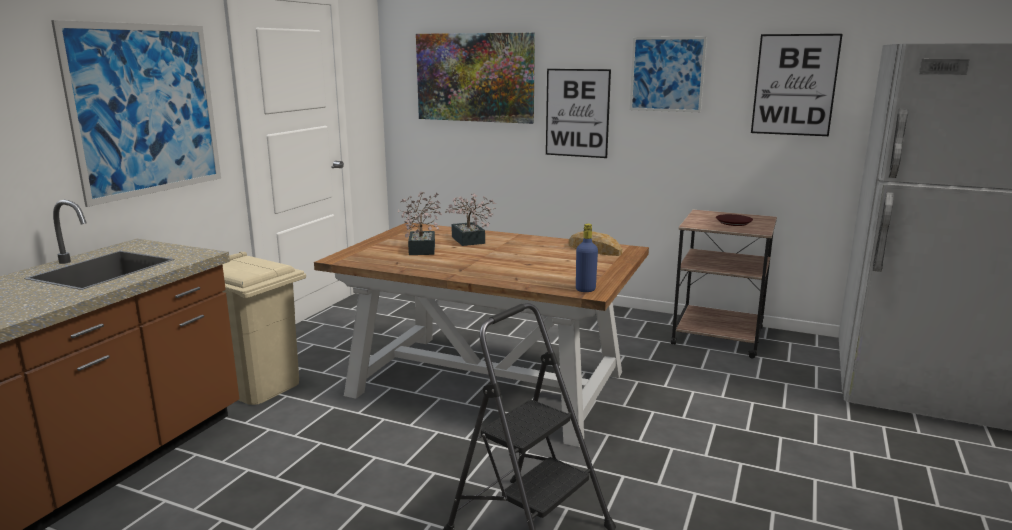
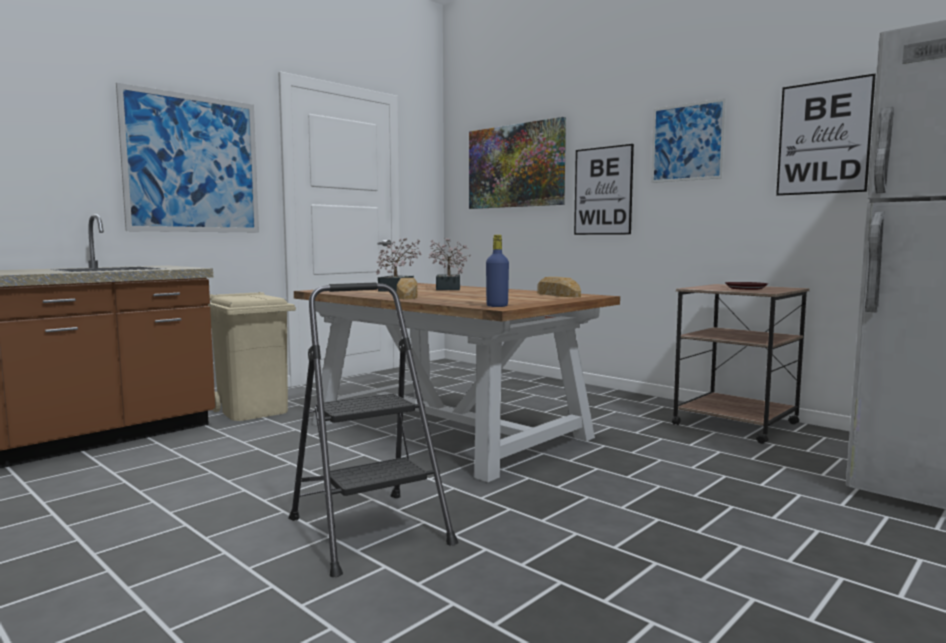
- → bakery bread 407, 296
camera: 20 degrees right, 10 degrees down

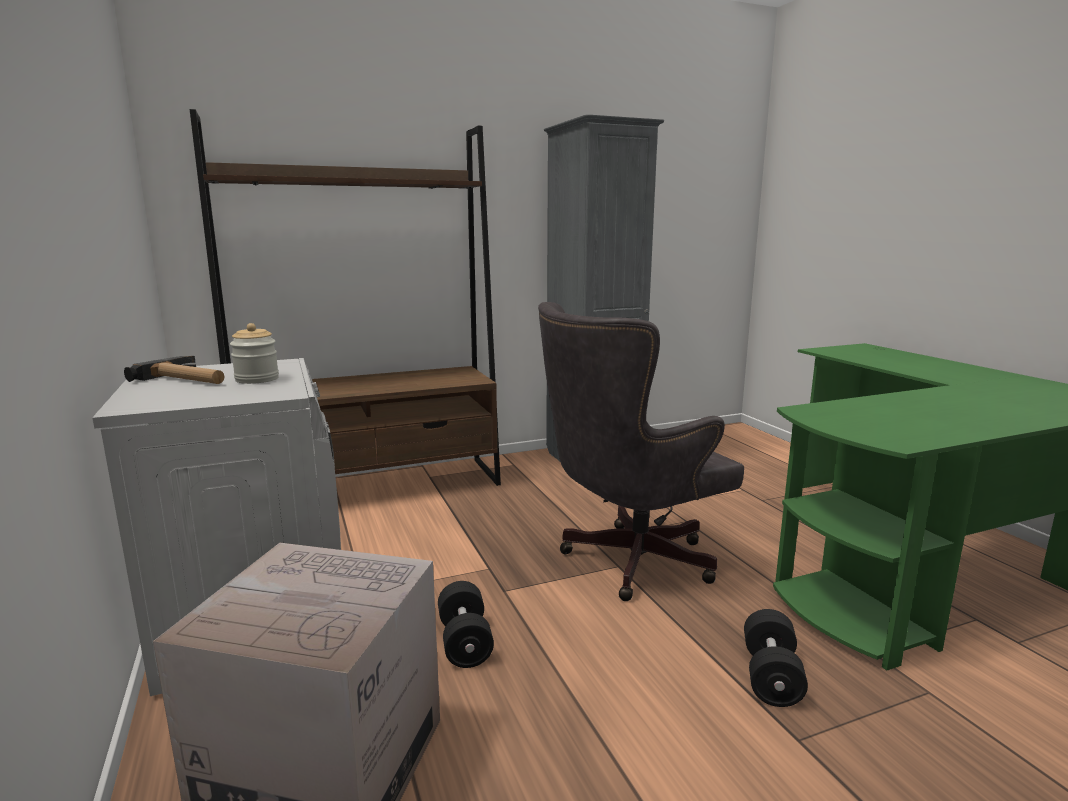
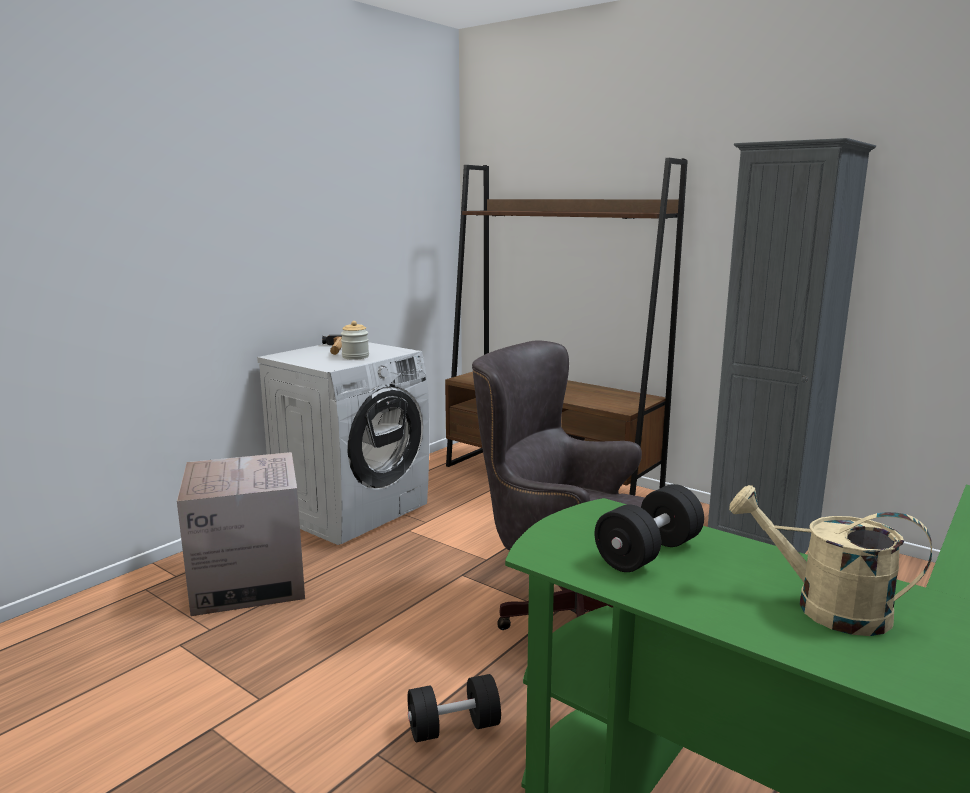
blackish dumbbell 465, 642 → blackish dumbbell 648, 553, shifted
- → beige watering pot 824, 607
camera: 60 degrees right, 0 degrees up

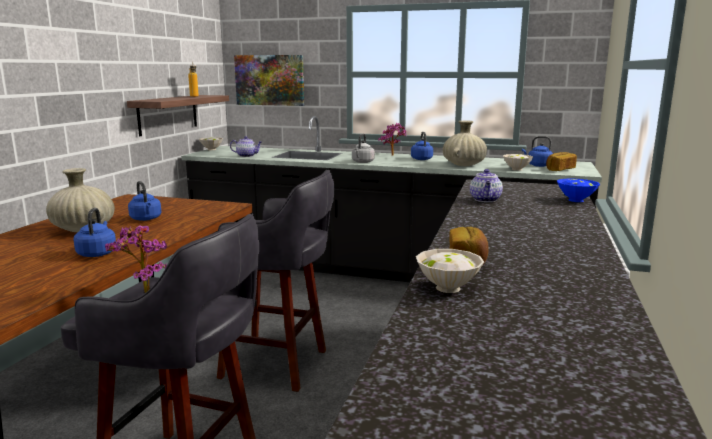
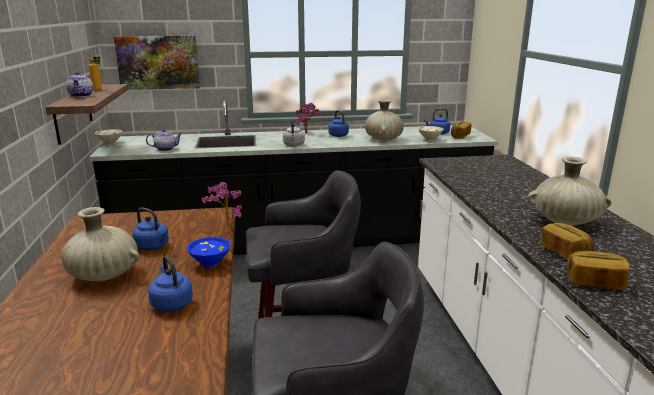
pot for tea 485, 200 → pot for tea 81, 96, shifted
blue serving bowl 575, 200 → blue serving bowl 210, 264, shifted
houseplant 142, 292 → houseplant 226, 227, shifted
white serving bowl 449, 288 → bakery bread 595, 282
- → beige vase 564, 222
camera: 25 degrees left, 5 degrees up

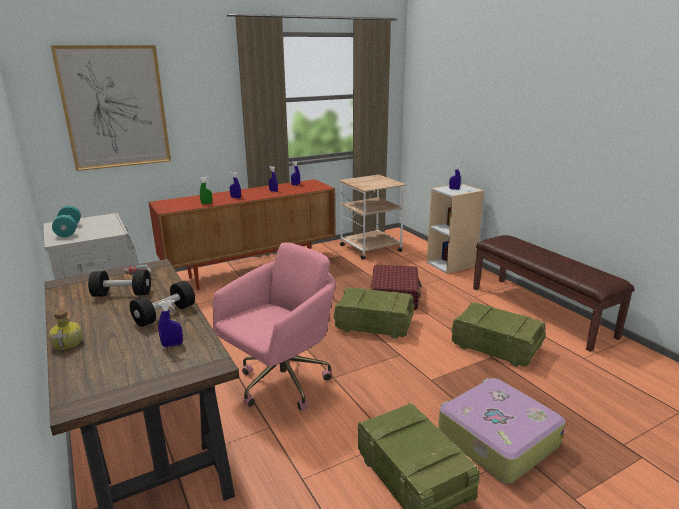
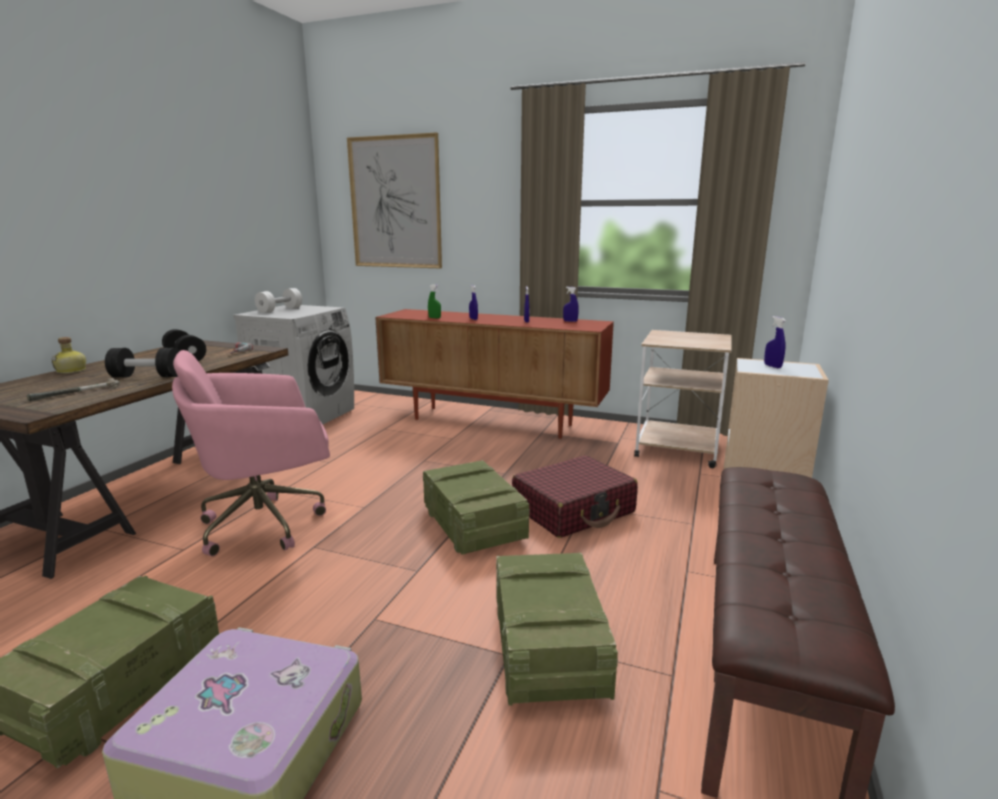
turquoise dumbbell 69, 230 → white dumbbell 280, 310
pinkish desk chair 280, 386 → pinkish desk chair 268, 524, 150 degrees clockwise
blue hand sprayer 172, 345 → tool hammer 78, 393
camera: 50 degrees right, 5 degrees down

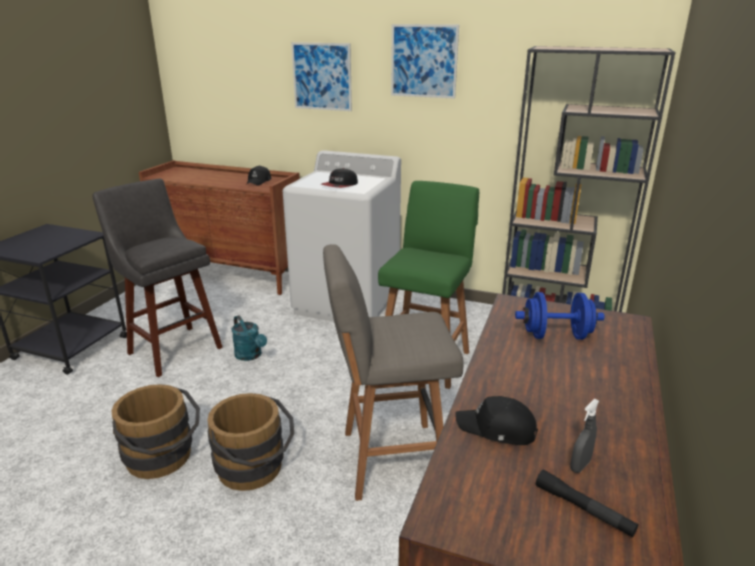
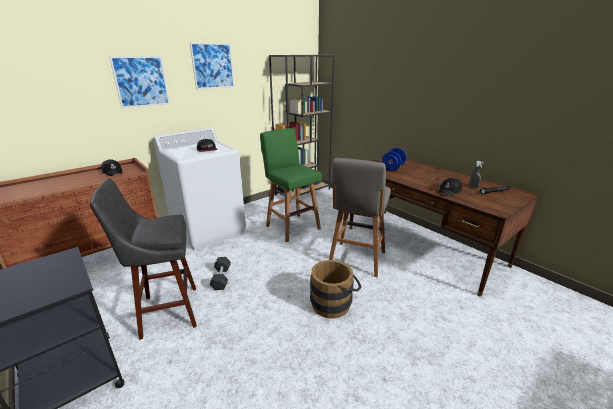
turquoise watering pot 250, 356 → blackish dumbbell 221, 278
brown bucket 163, 459 → -
camera: 60 degrees left, 0 degrees up

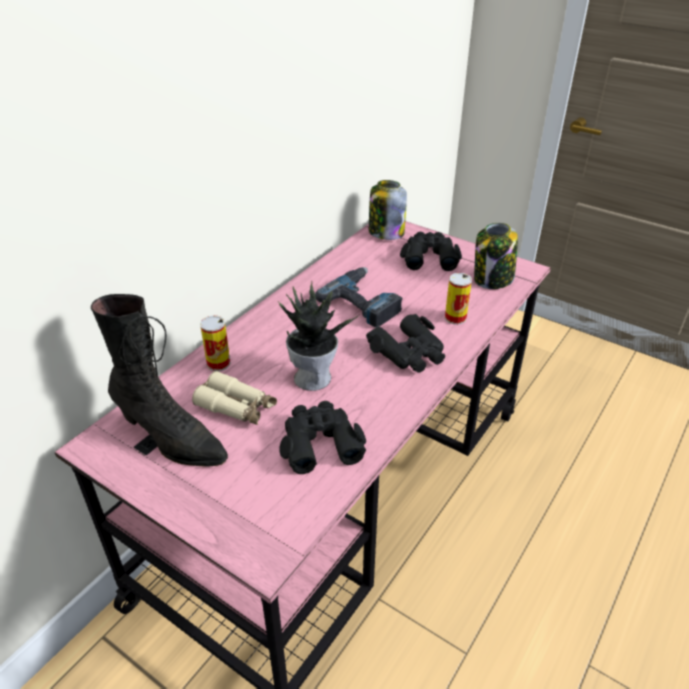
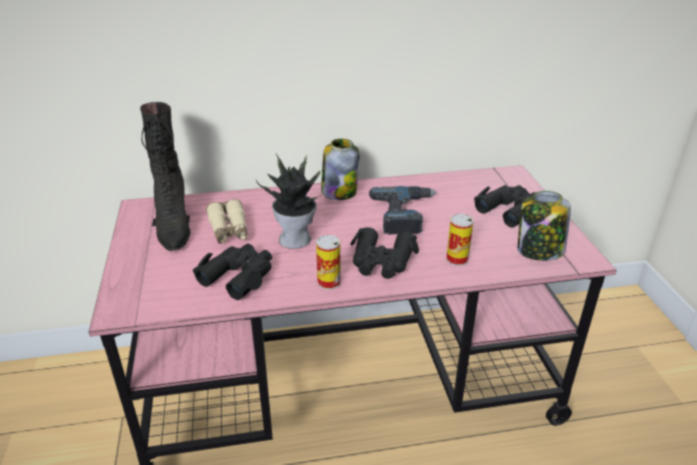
storage jar 385, 232 → storage jar 339, 191, shifted
can 218, 363 → can 329, 282, shifted
camera: 45 degrees right, 5 degrees down

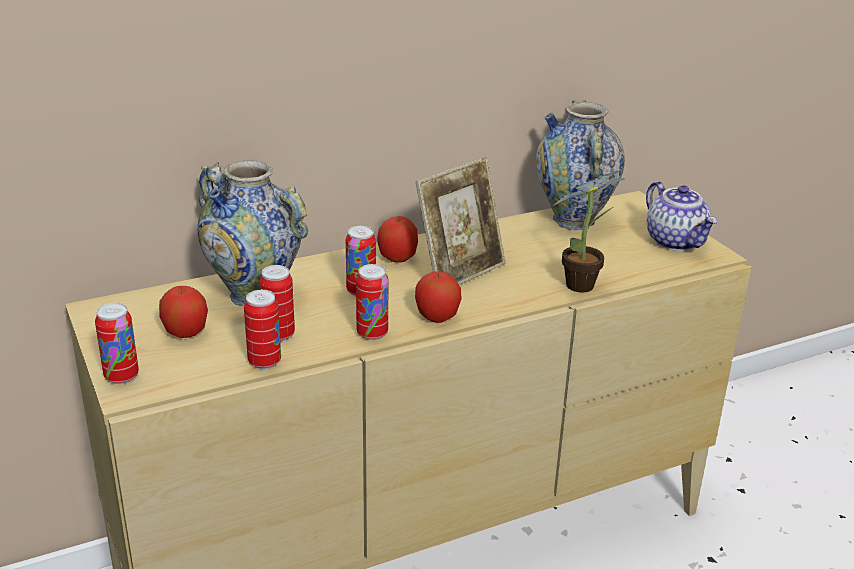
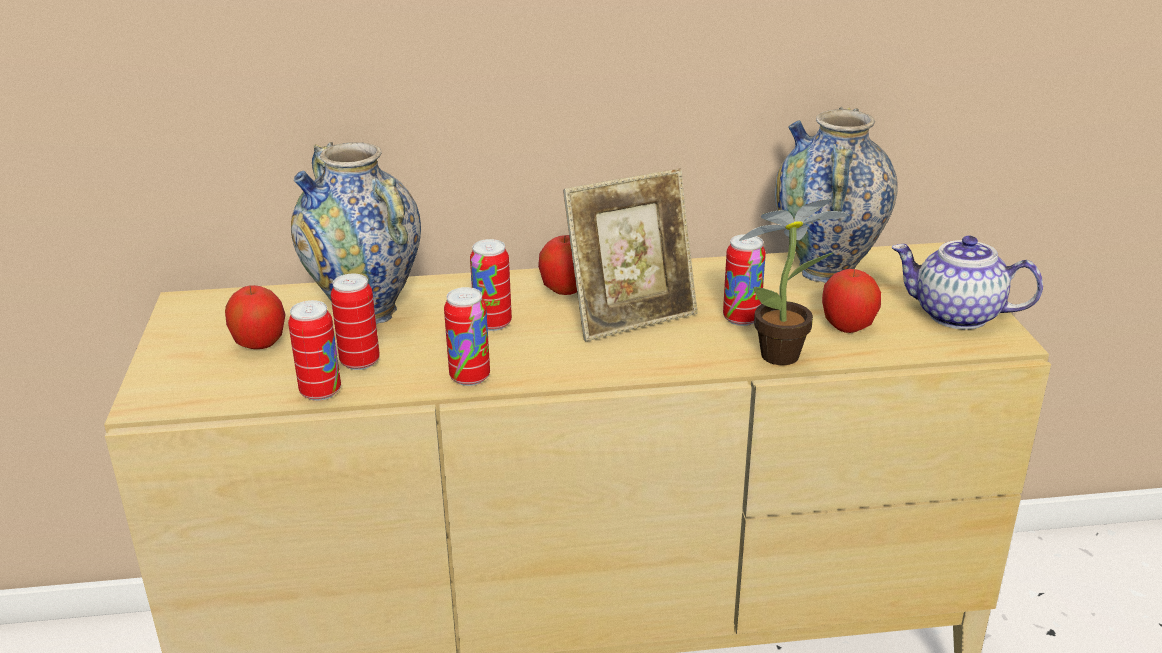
pot for tea 676, 241 → pot for tea 956, 315, 120 degrees clockwise
apple 437, 317 → apple 847, 326, shifted
can 121, 376 → can 741, 319, shifted
camera: 20 degrees right, 0 degrees up

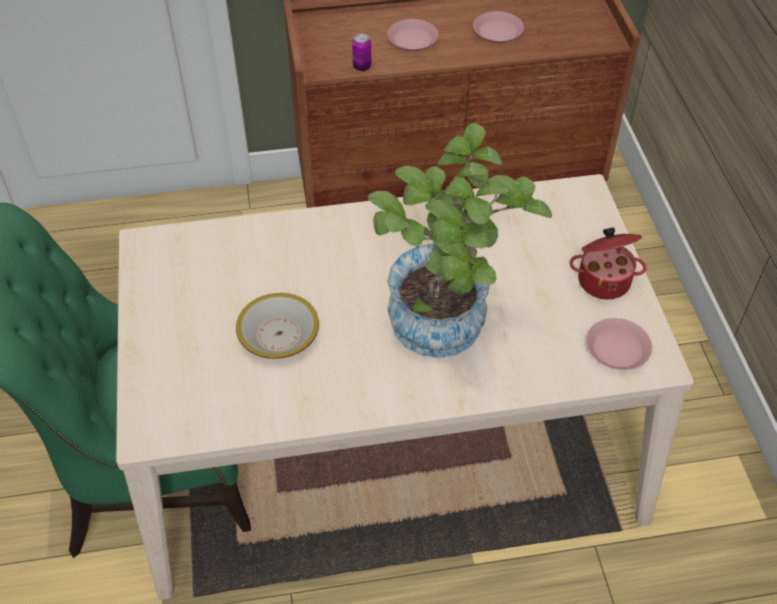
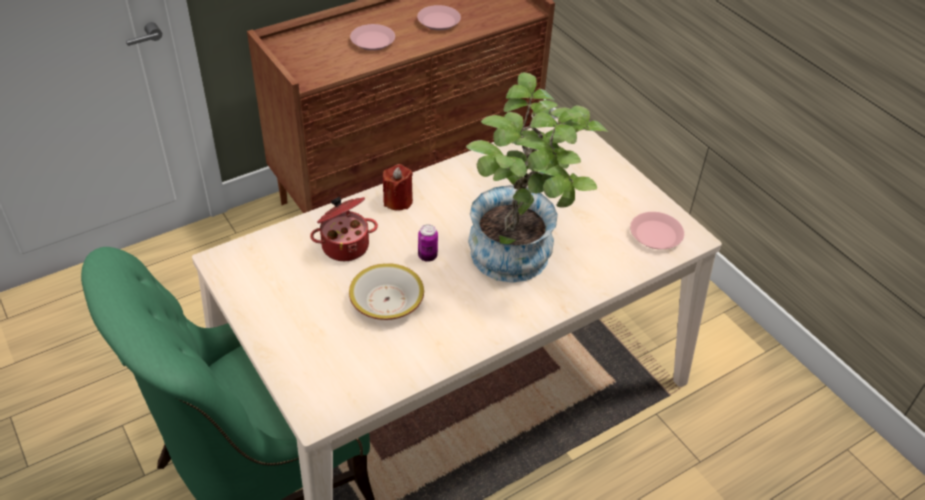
can 362, 67 → can 427, 256, shifted
saucepot 603, 280 → saucepot 345, 245, shifted
- → red wax light 398, 201
camera: 25 degrees left, 5 degrees down

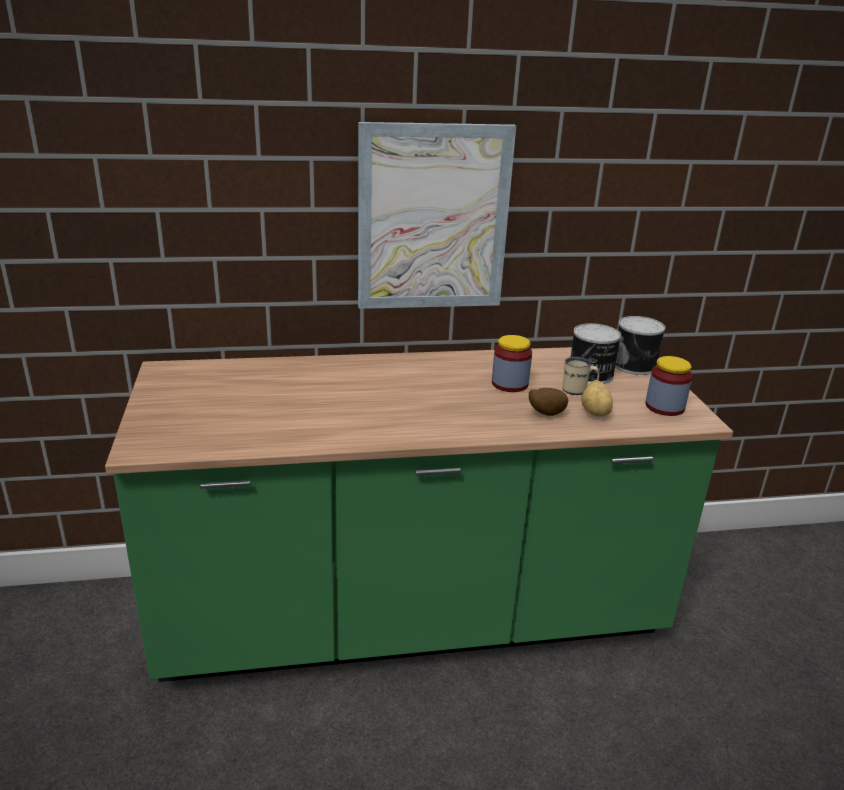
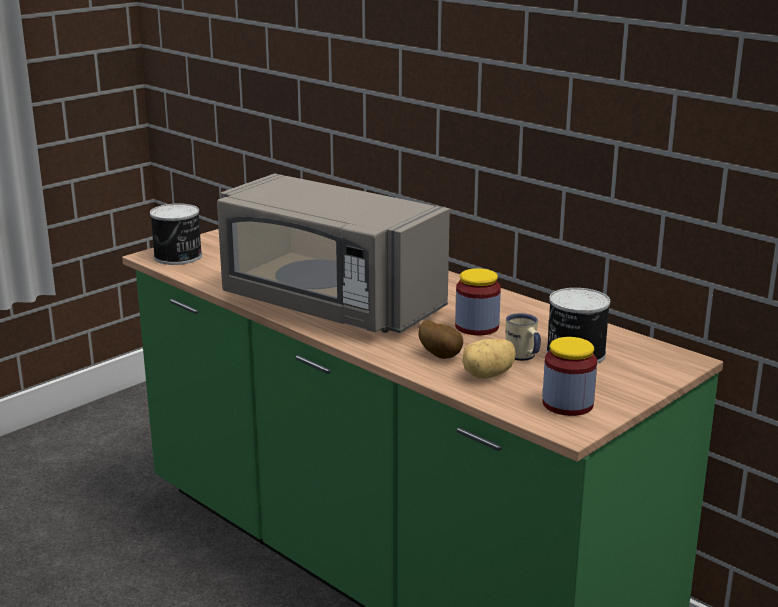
picture 433, 219 → -
can 635, 365 → can 178, 257, shifted
- → greyish kitchen microwave 329, 305
camera: 55 degrees right, 5 degrees down

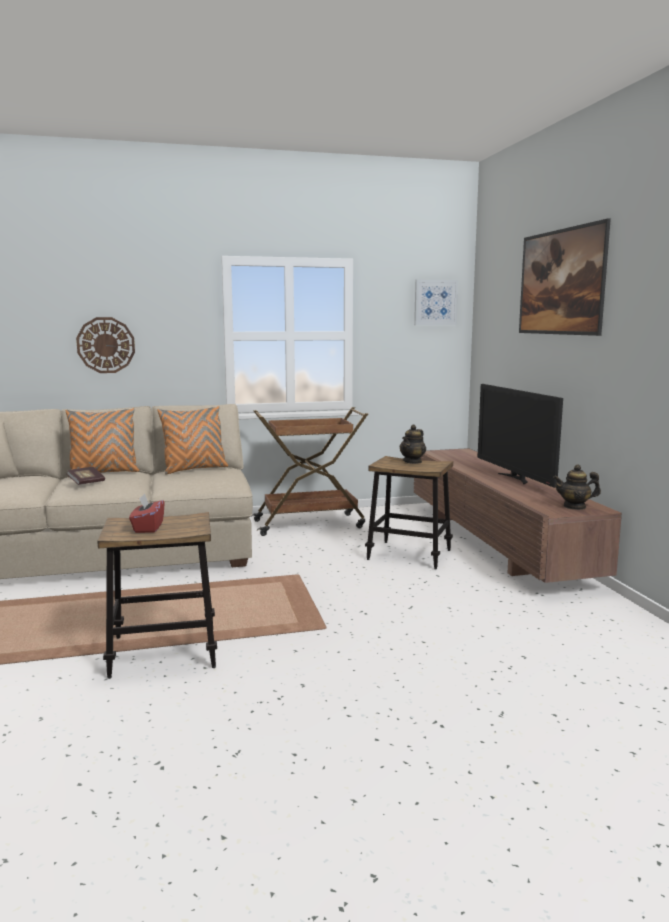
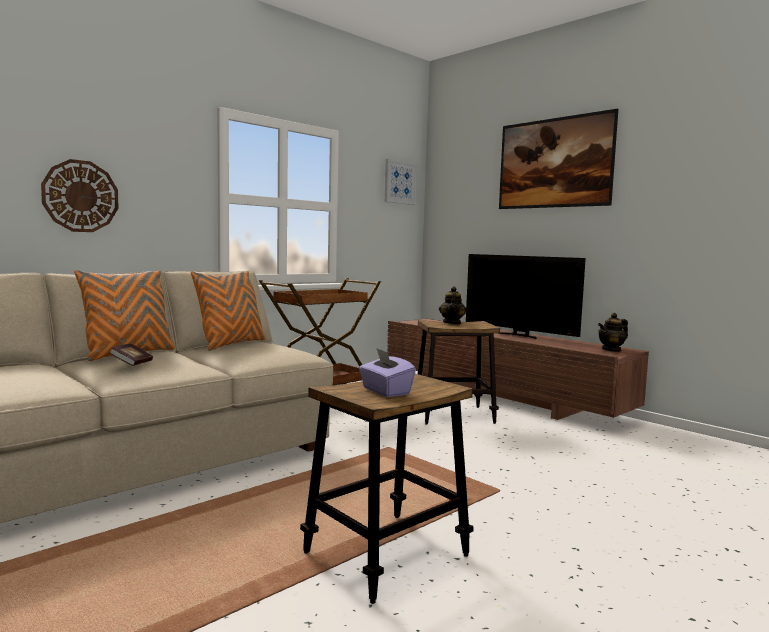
red tissue holder 148, 528 → purple-coloured tissue holder 385, 391
camera: 30 degrees left, 5 degrees down

